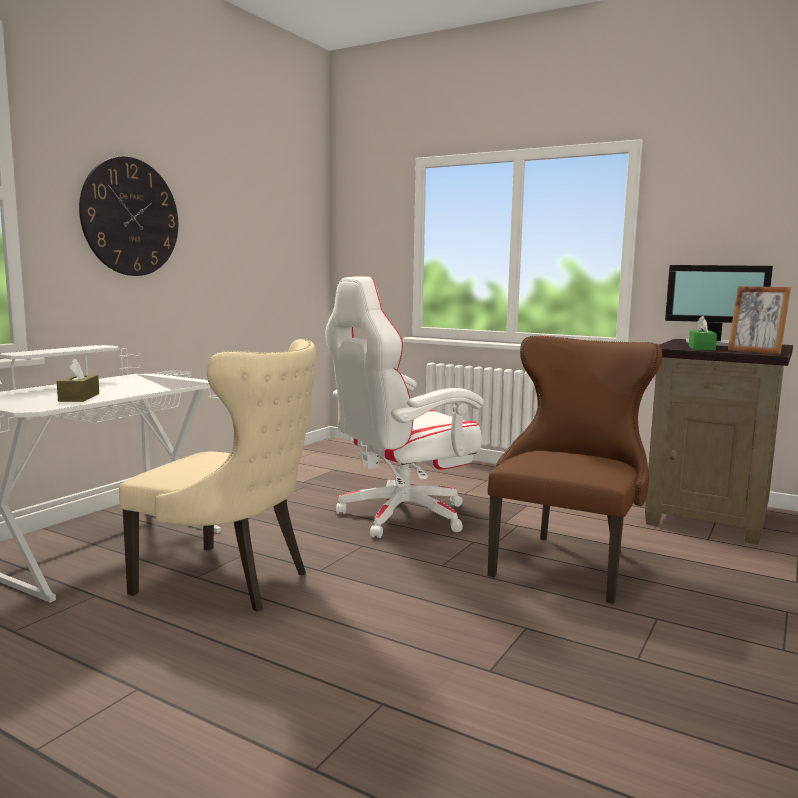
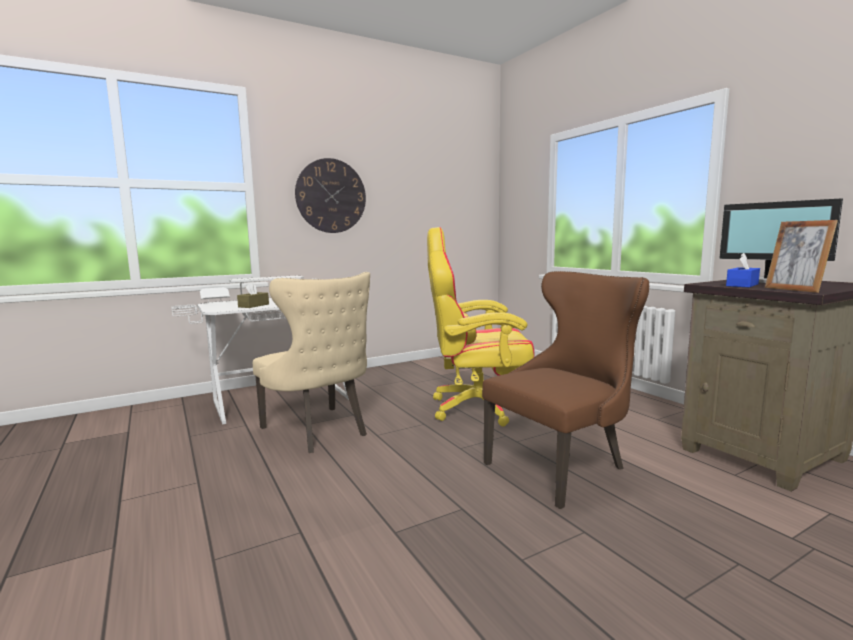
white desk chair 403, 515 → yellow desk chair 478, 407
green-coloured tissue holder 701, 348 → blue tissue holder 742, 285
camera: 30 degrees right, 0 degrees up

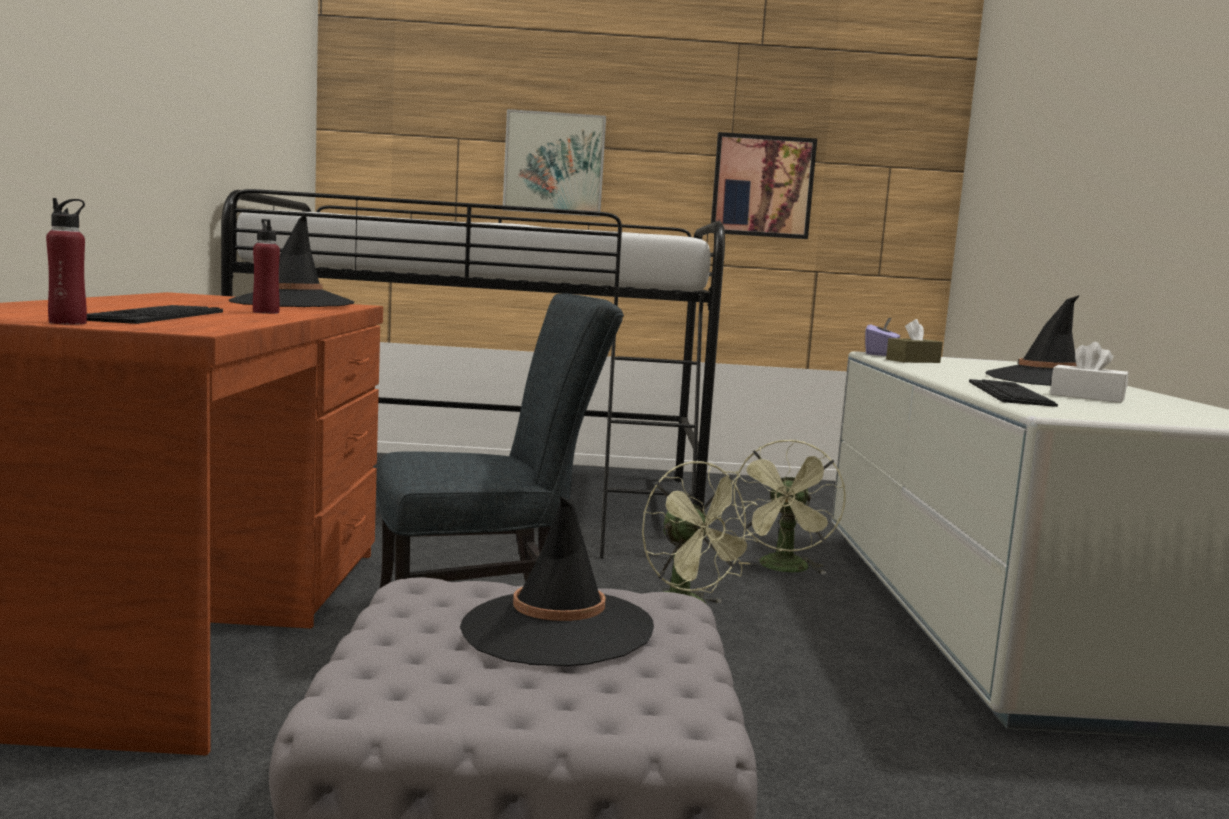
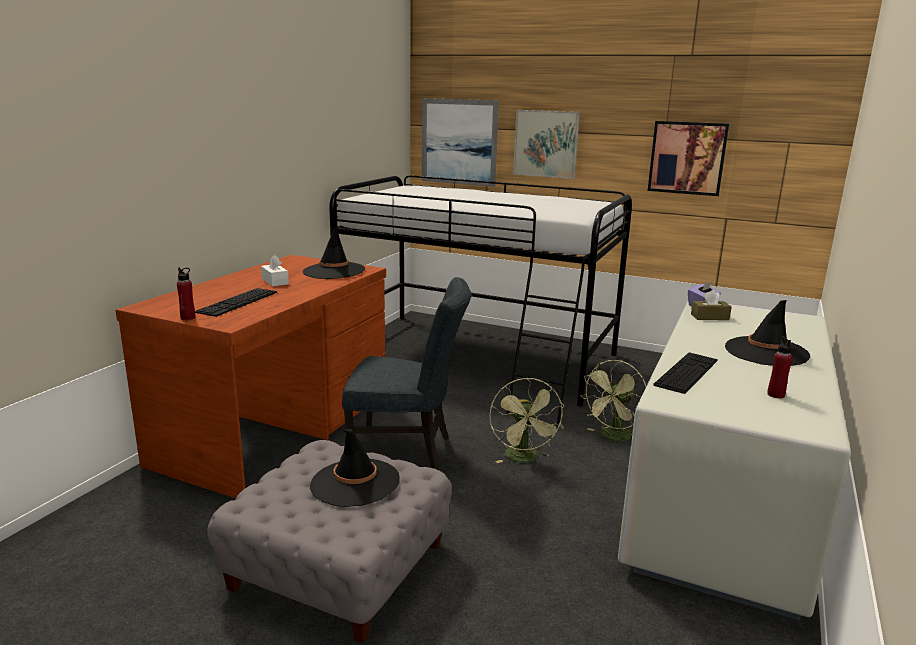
red beverage bottle 266, 312 → red beverage bottle 775, 394, shifted
white tissue holder 1087, 397 → white tissue holder 275, 281, shifted
- → picture 459, 142
camera: 25 degrees right, 10 degrees up

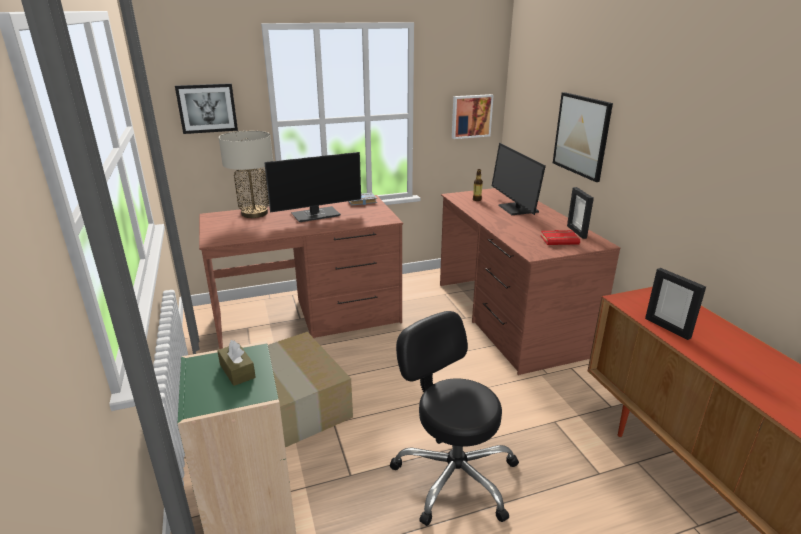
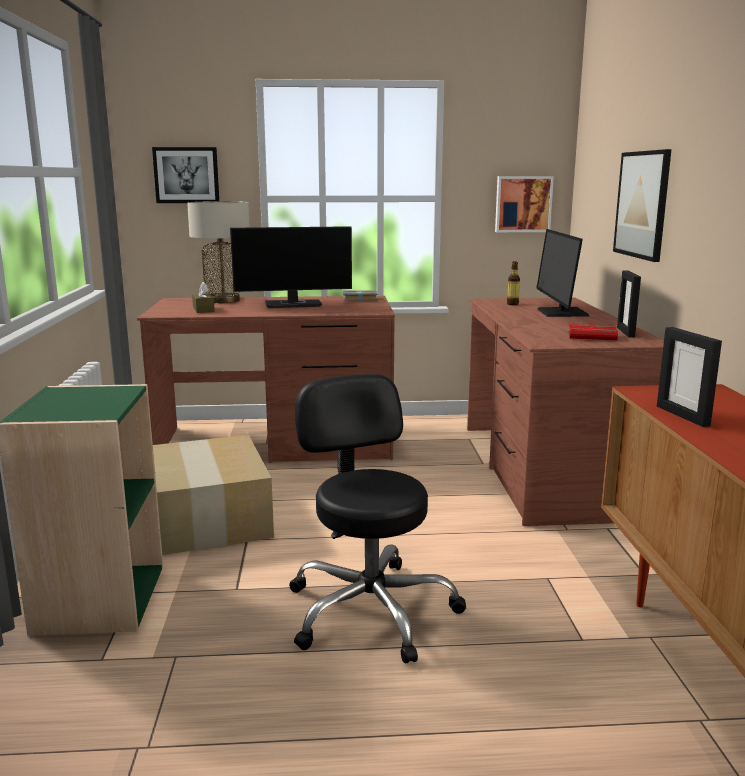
brown tissue holder 237, 371 → brown tissue holder 203, 309, shifted
camera: 15 degrees right, 10 degrees down

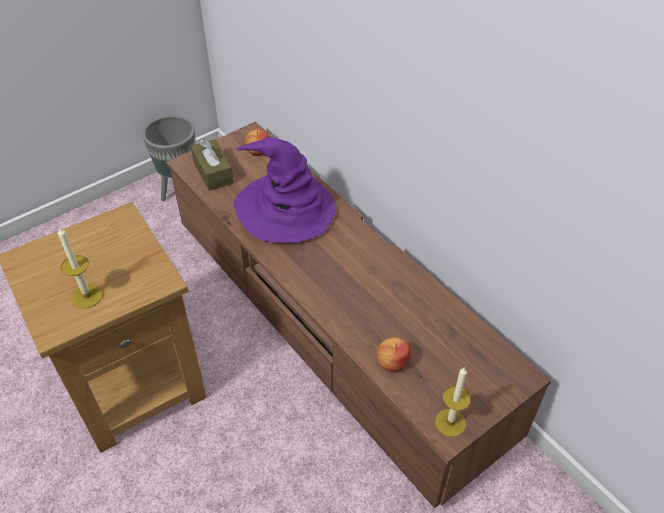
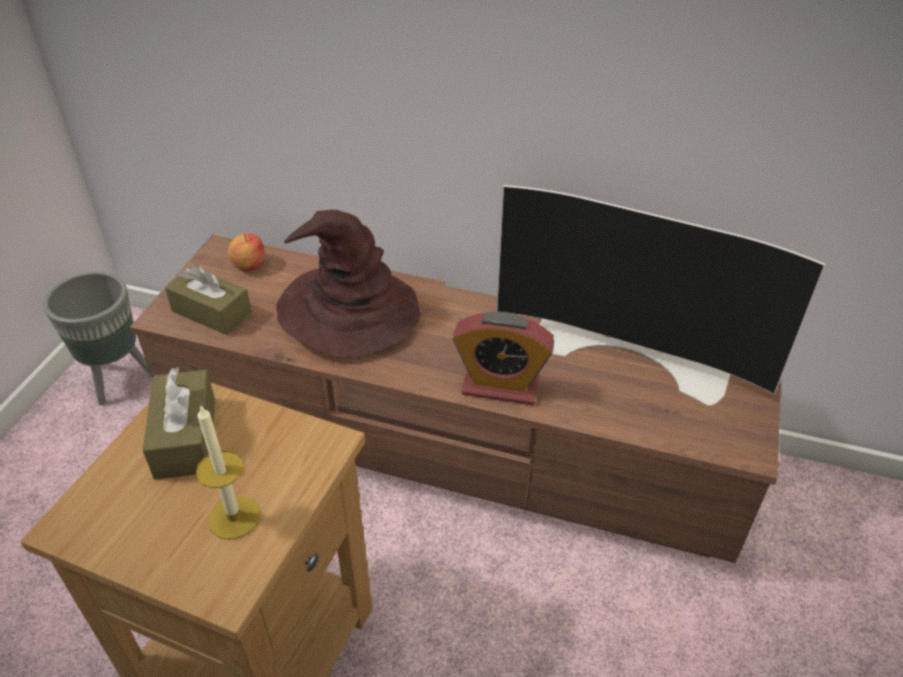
purple-coloured hat 285, 209 → brown hat 347, 312
apple 392, 362 → -
wax light 450, 422 → -
- → television 632, 350
- → table clock 500, 386
- → brown tissue holder 185, 437
camera: 35 degrees left, 5 degrees down

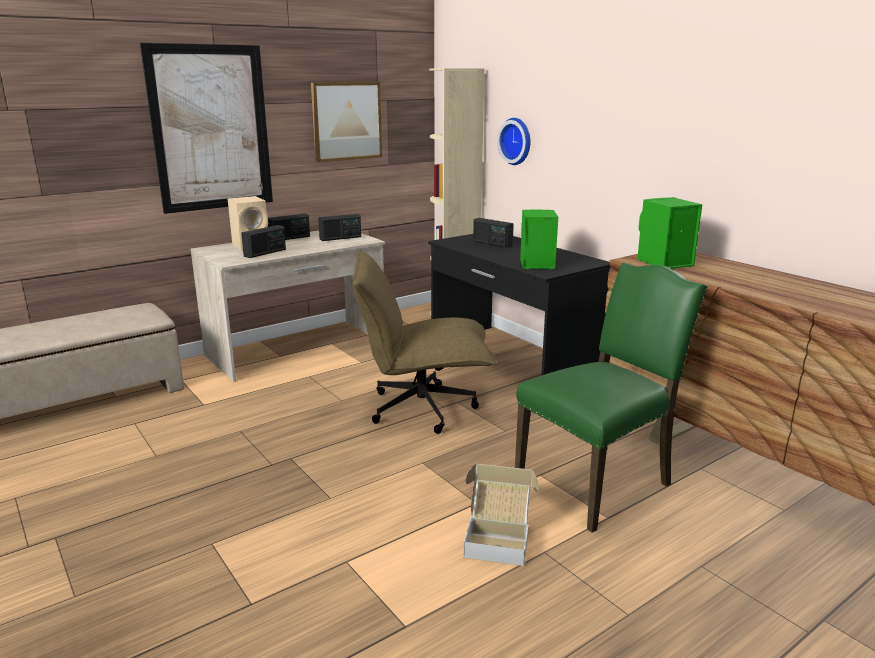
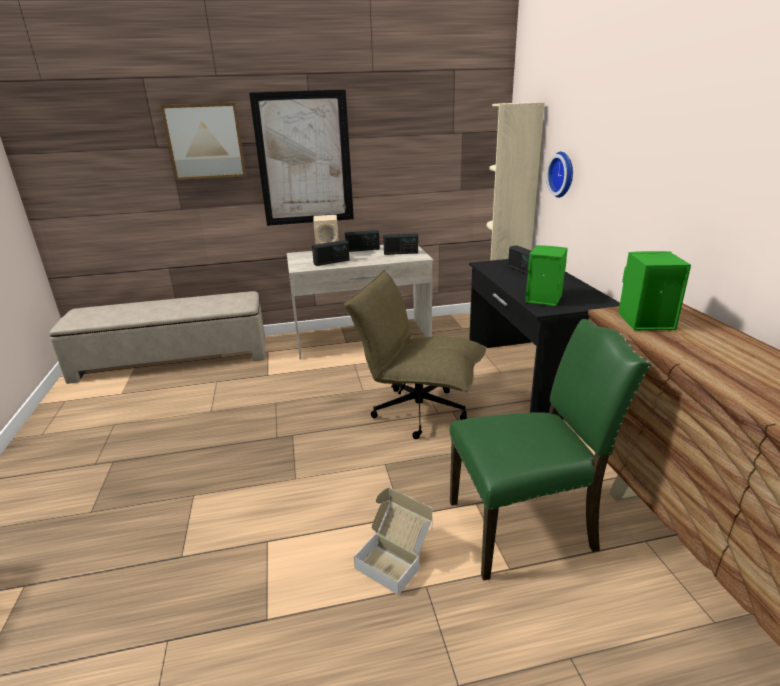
picture 346, 121 → picture 205, 141, shifted
camera: 25 degrees right, 5 degrees up

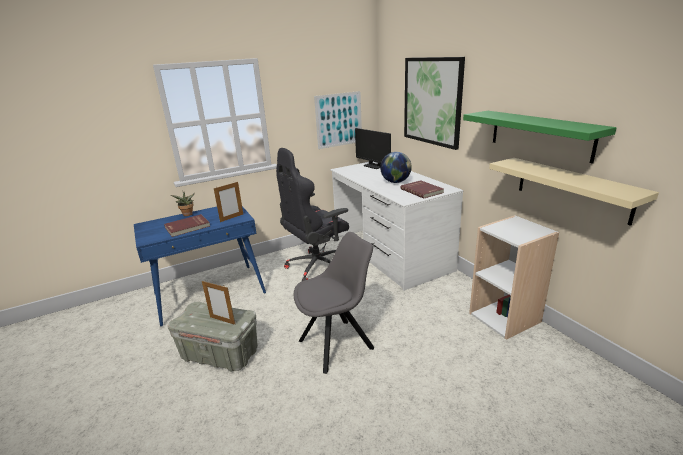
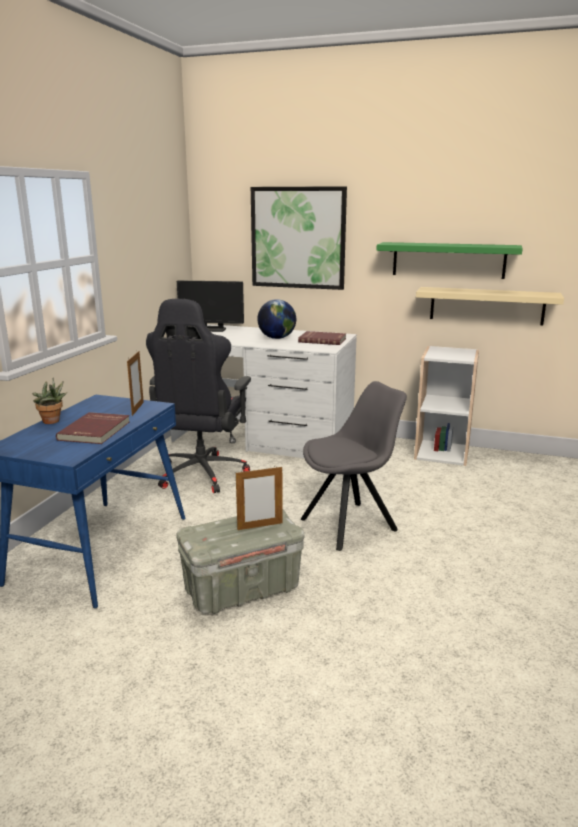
picture 339, 120 → -
greyish plain chair 337, 344 → greyish plain chair 349, 525, 45 degrees clockwise
camera: 45 degrees left, 5 degrees down

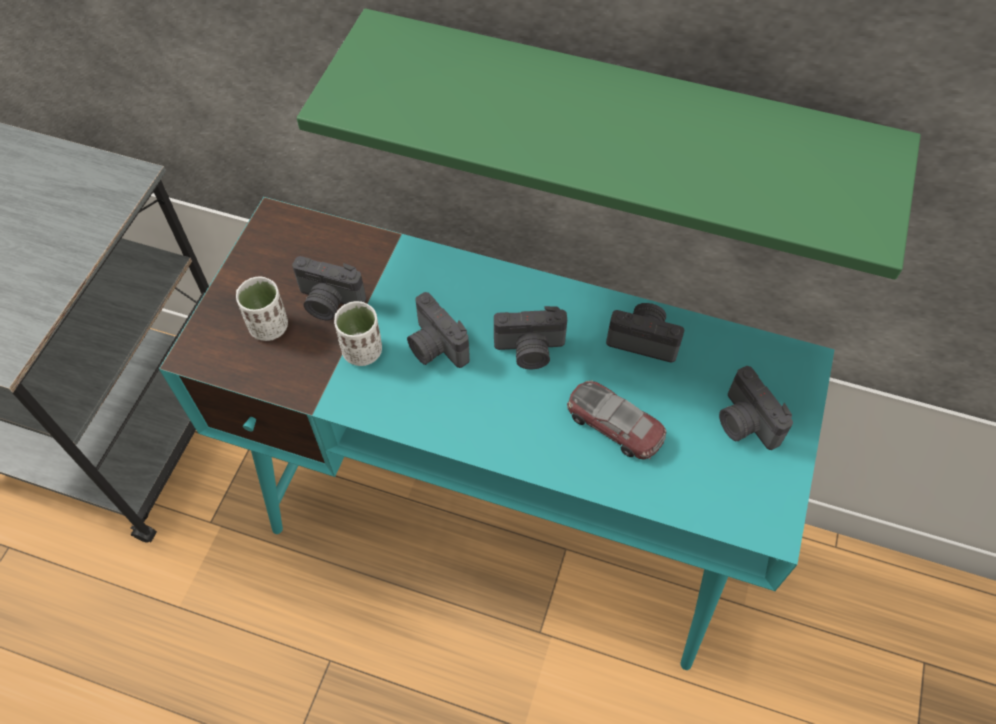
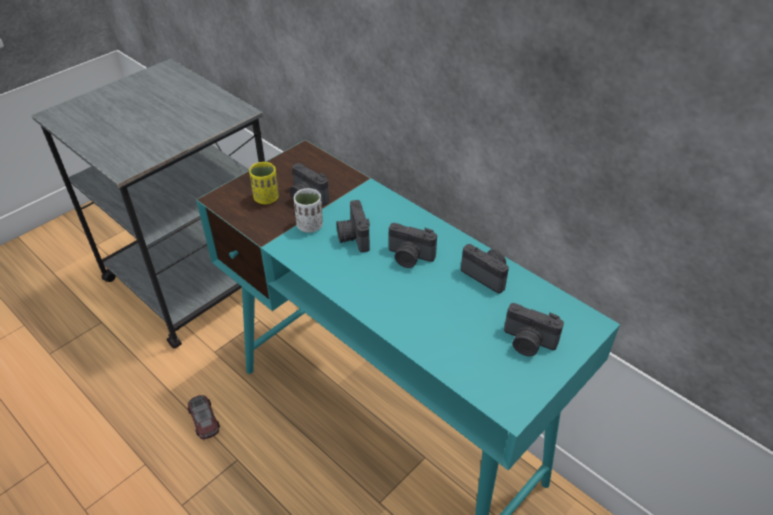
green-coloured shelf 618, 131 → -
white cup 269, 326 → yellow cup 266, 198
still camera 744, 423 → still camera 528, 343, 60 degrees counterclockwise
model car 615, 424 → model car 204, 419, shifted
camera: 25 degrees right, 15 degrees down

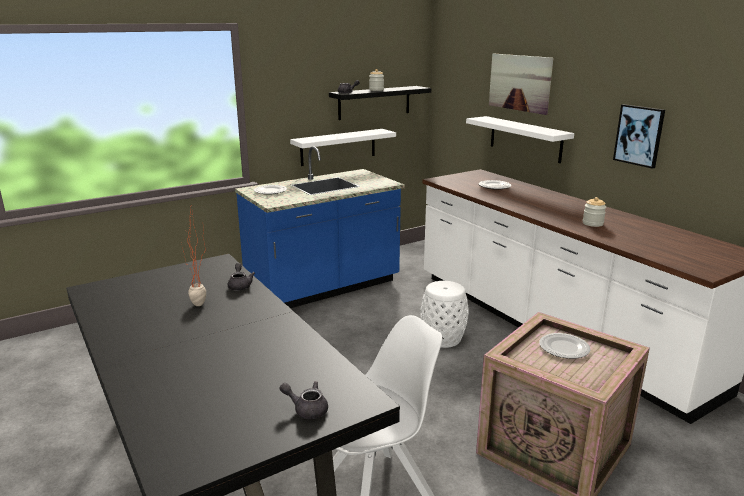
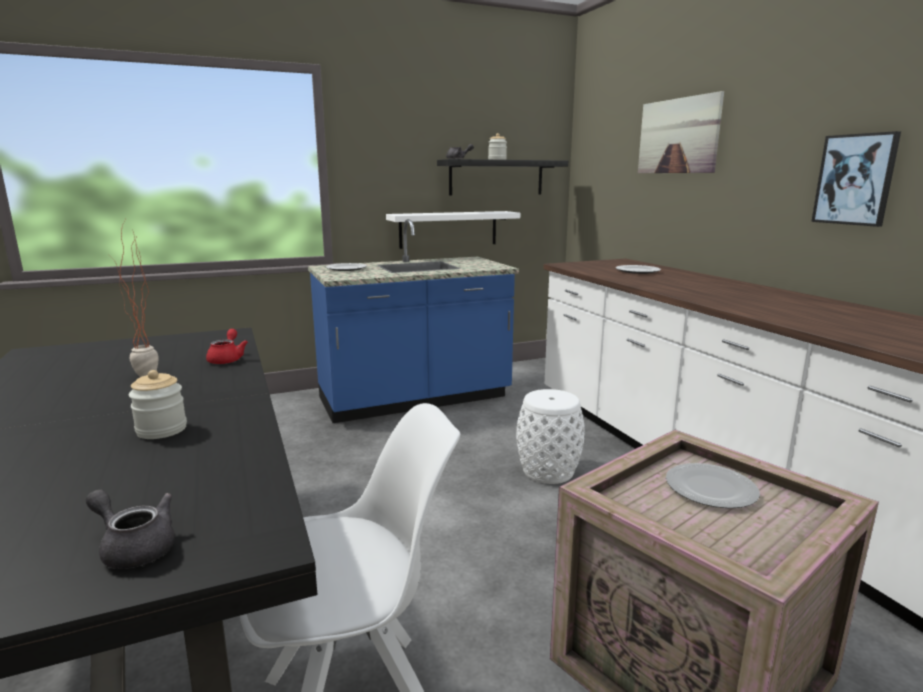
white shelf 525, 139 → -
storage jar 592, 223 → storage jar 161, 430, shifted
greyish pot for tea 240, 285 → red pot for tea 227, 359
camera: 10 degrees right, 5 degrees down

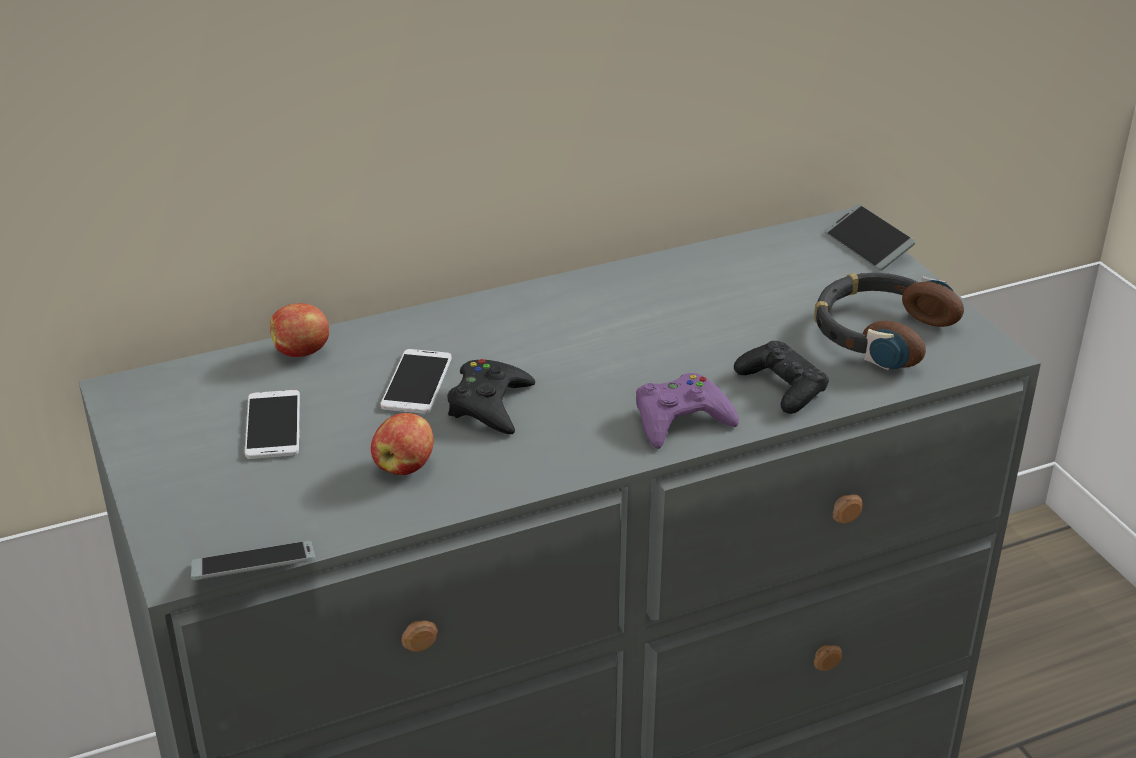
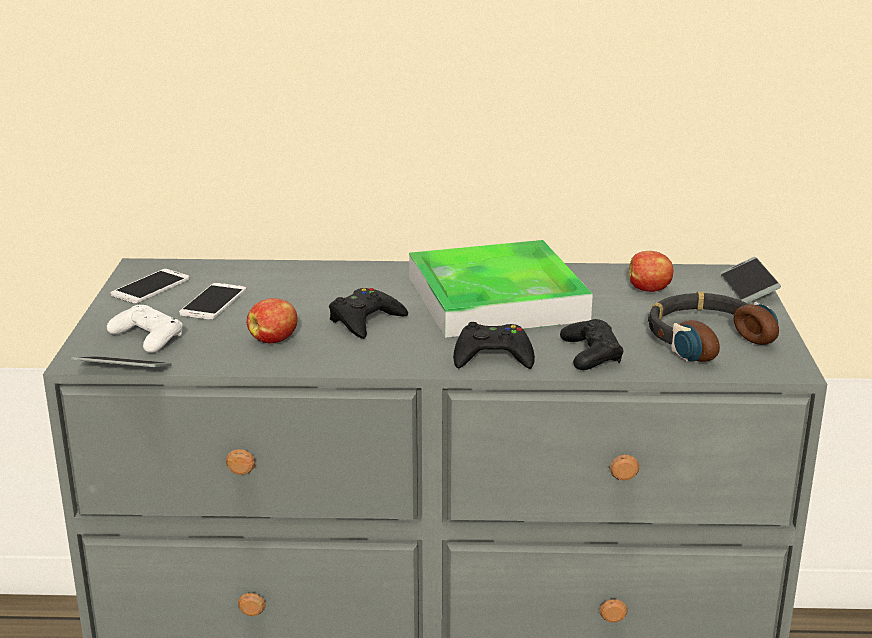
apple 302, 351 → apple 649, 289, shifted
telephone 416, 382 → telephone 150, 287, shifted
purple-coloured game controller 680, 419 → blackish game controller 493, 356
- → carrying tray 496, 299
- → white game controller 147, 337
camera: 25 degrees right, 10 degrees down

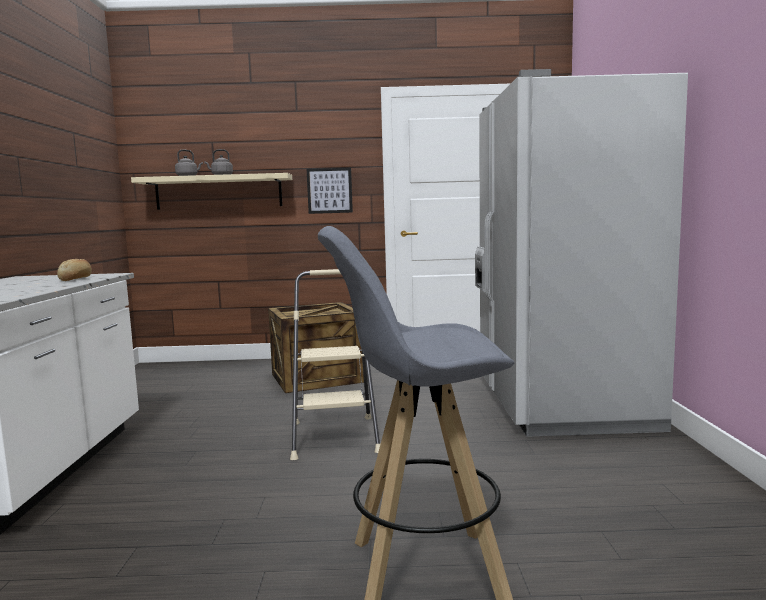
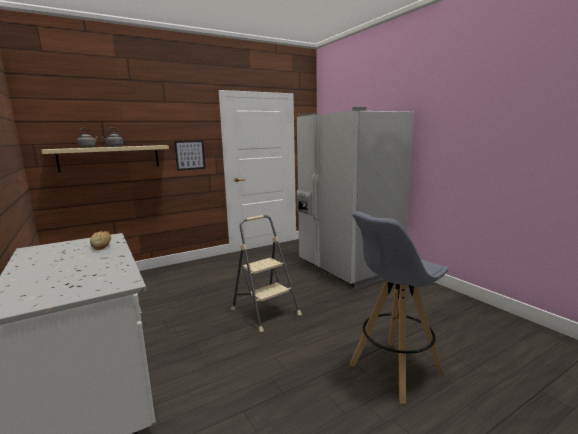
crate 316, 377 → -
camera: 30 degrees left, 5 degrees up

